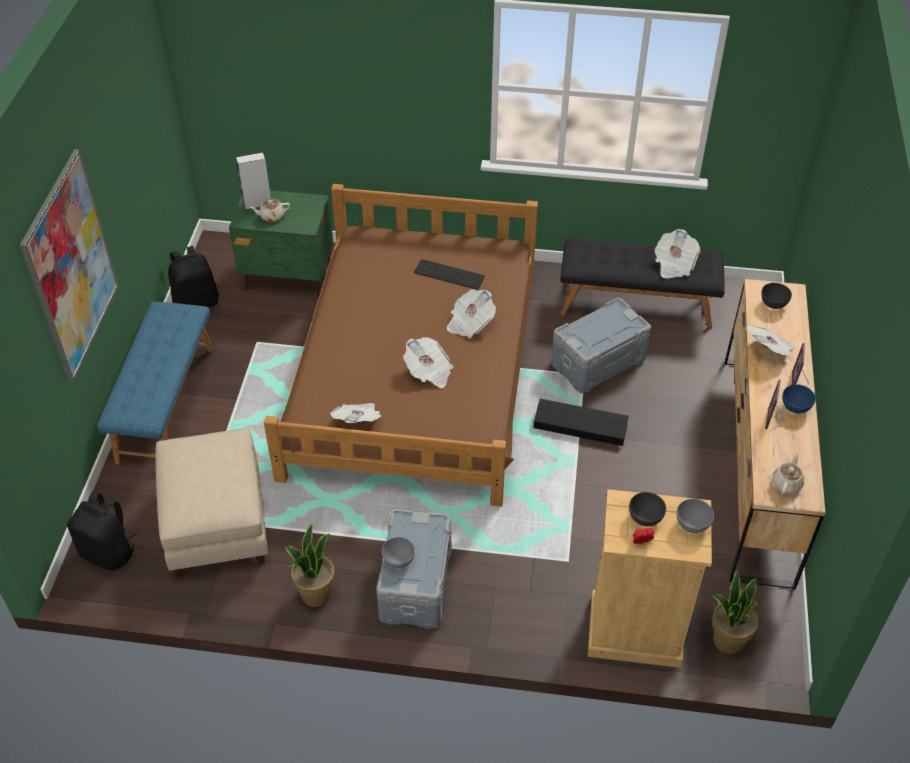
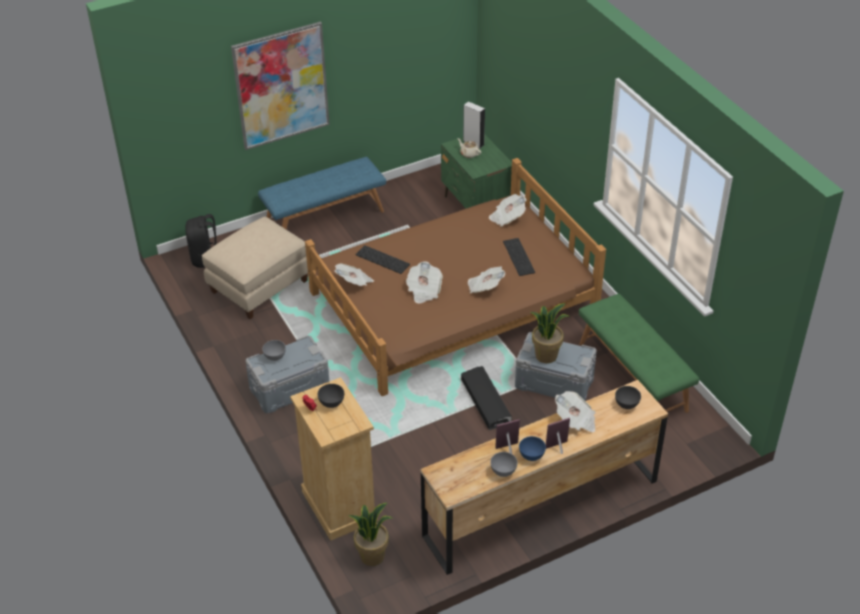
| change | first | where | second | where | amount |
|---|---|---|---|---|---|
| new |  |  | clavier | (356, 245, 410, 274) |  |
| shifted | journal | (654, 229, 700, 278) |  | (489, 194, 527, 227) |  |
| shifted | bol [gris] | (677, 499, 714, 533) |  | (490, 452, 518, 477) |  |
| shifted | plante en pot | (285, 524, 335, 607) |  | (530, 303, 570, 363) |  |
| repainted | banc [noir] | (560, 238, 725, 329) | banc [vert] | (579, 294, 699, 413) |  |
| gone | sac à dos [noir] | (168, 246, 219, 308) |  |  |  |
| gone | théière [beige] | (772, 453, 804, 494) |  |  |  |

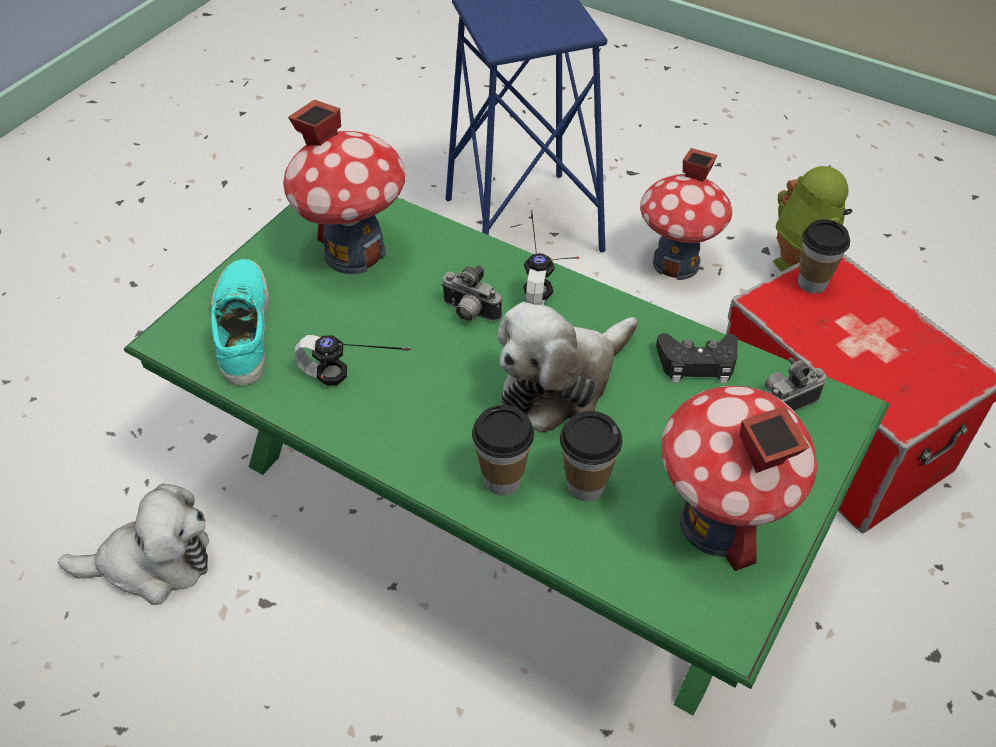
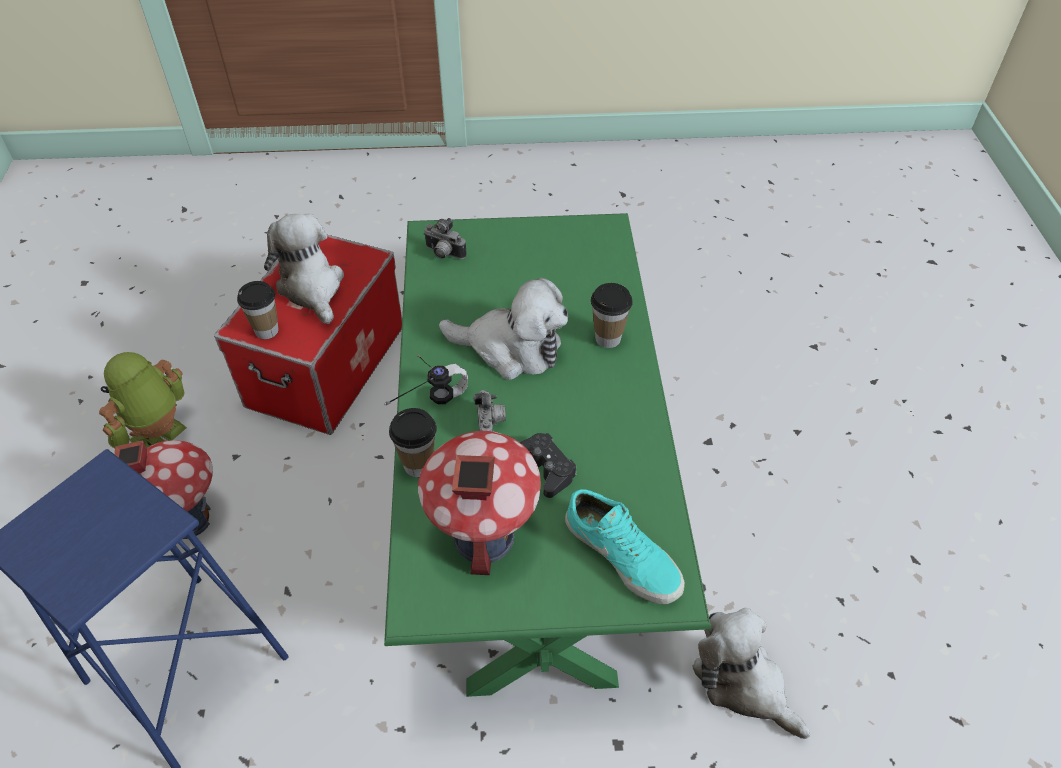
| change | first | where | second | where | amount |
|---|---|---|---|---|---|
| new |  |  | peluche | (264, 214, 344, 324) |  |
| shifted | tasse | (560, 411, 623, 502) |  | (389, 408, 437, 477) |  |
| shifted | manette [noir] | (656, 333, 738, 383) |  | (520, 433, 577, 498) |  |
| rotated | chaussure [turquoise] | (211, 259, 269, 386) |  | (565, 489, 685, 604) | 90 degrees counterclockwise |
| gone | casque audio | (295, 335, 411, 386) |  |  |  |
| gone | maison miniature | (661, 386, 817, 571) |  |  |  |

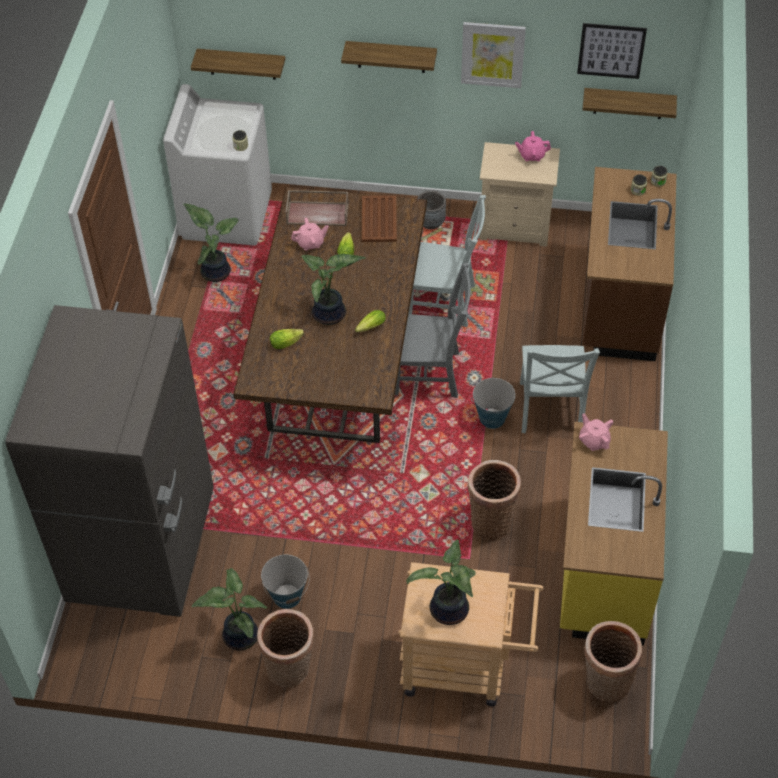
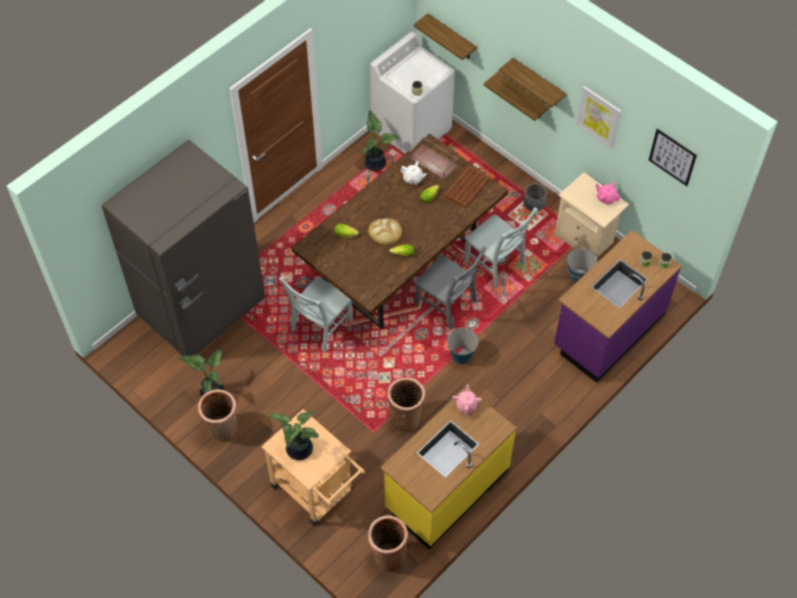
| change | first | where | second | where | amount |
|---|---|---|---|---|---|
| shifted | chaise [gris] | (520, 345, 600, 433) |  | (279, 276, 353, 353) |  |
| swapped | plante en pot | (301, 254, 366, 325) | pain | (368, 218, 402, 245) |  |
| repainted | théière [rose] | (291, 218, 329, 250) | théière [blanc] | (400, 161, 427, 185) |  |
| shifted | étagère | (583, 88, 677, 119) |  | (484, 72, 549, 121) |  |
| repainted | comptoir de cuisine [marron] | (583, 167, 676, 361) | comptoir de cuisine [violet] | (554, 230, 682, 383) |  |
| shifted | seau | (261, 555, 309, 609) |  | (566, 248, 598, 283) |  |

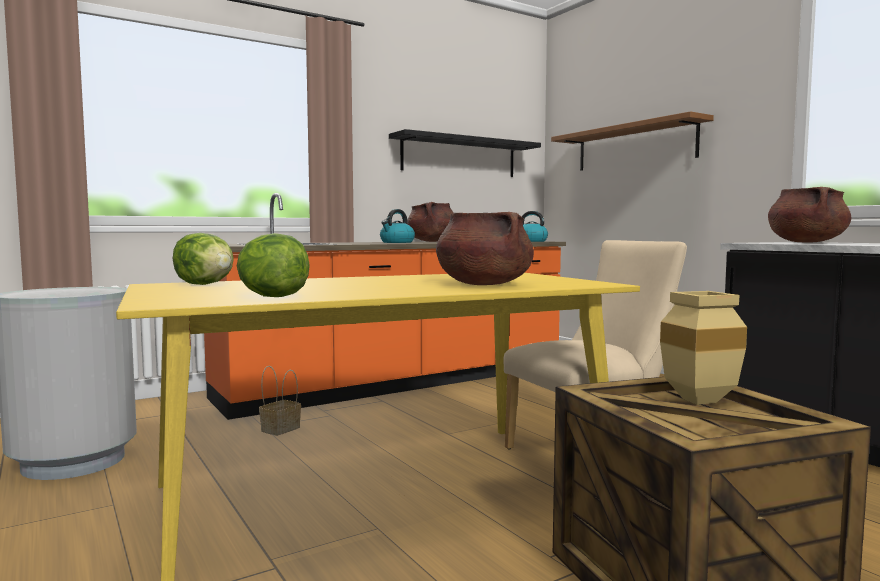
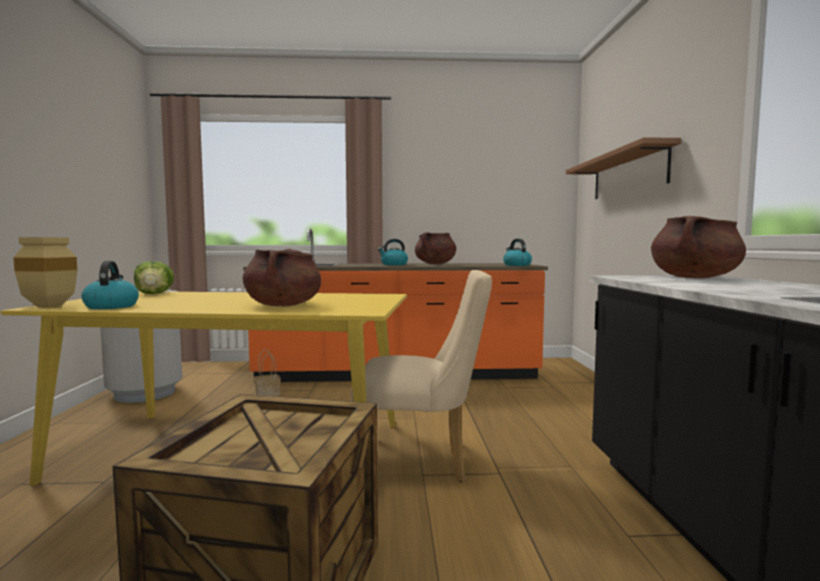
| change | first | where | second | where | amount |
|---|---|---|---|---|---|
| shifted | vase [beige] | (660, 291, 747, 405) |  | (13, 237, 77, 308) |  |
| swapped | laitue | (237, 233, 310, 297) | bouilloire | (81, 261, 139, 309) |  |
| gone | étagère [noir] | (389, 129, 541, 177) |  |  |  |

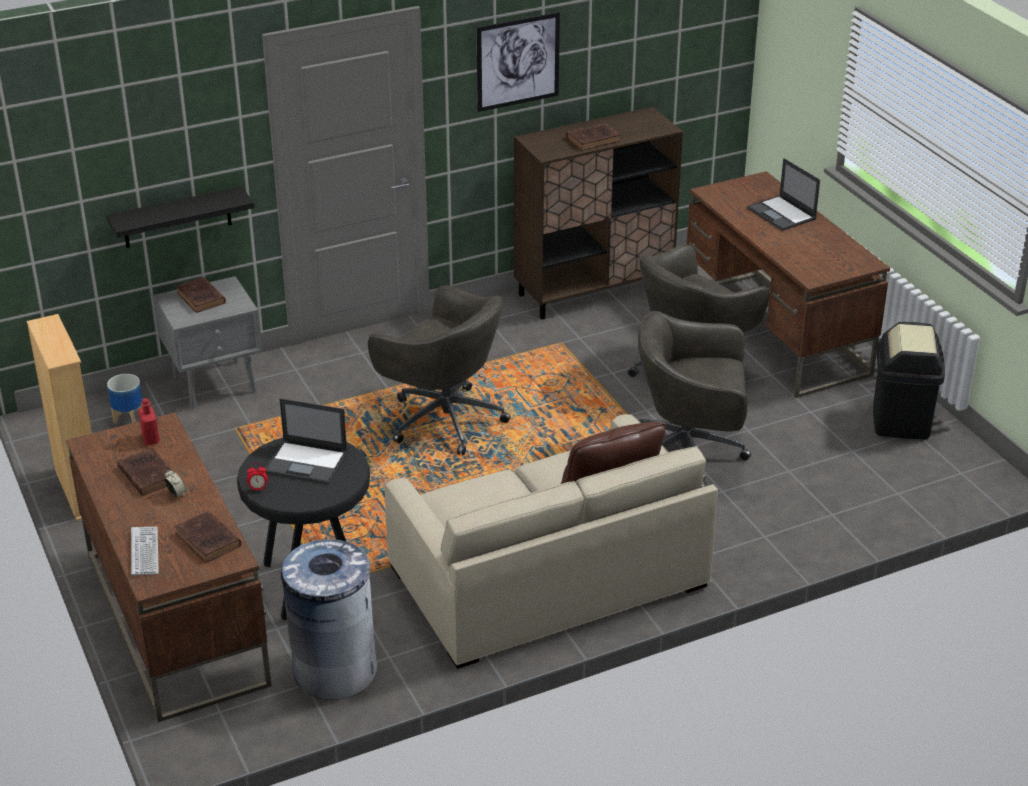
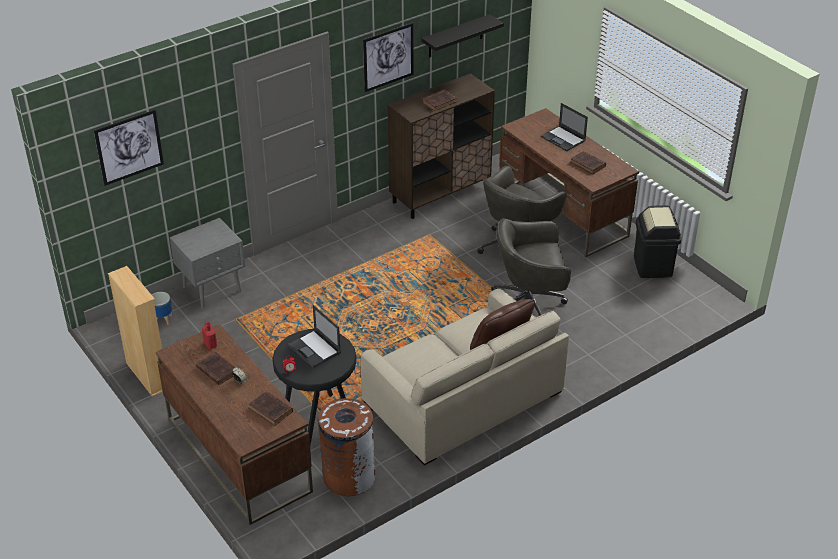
| change | first | where | second | where | amount |
|---|---|---|---|---|---|
| new |  |  | tableau | (94, 110, 164, 186) |  |
| rotated | ordinateur portable | (265, 398, 348, 484) |  | (288, 305, 341, 368) | 45 degrees clockwise |
| repainted | poubelle [gris] | (281, 539, 377, 700) | poubelle [marron] | (318, 397, 376, 496) |  |
| shifted | étagère [noir] | (106, 186, 254, 248) |  | (422, 14, 504, 58) |  |
| shifted | livre [marron] | (176, 277, 226, 313) |  | (570, 151, 606, 175) |  |
| gone | clavier | (131, 527, 159, 576) |  |  |  |
| gone | chaise de bureau [gris] | (368, 285, 510, 455) |  |  |  |

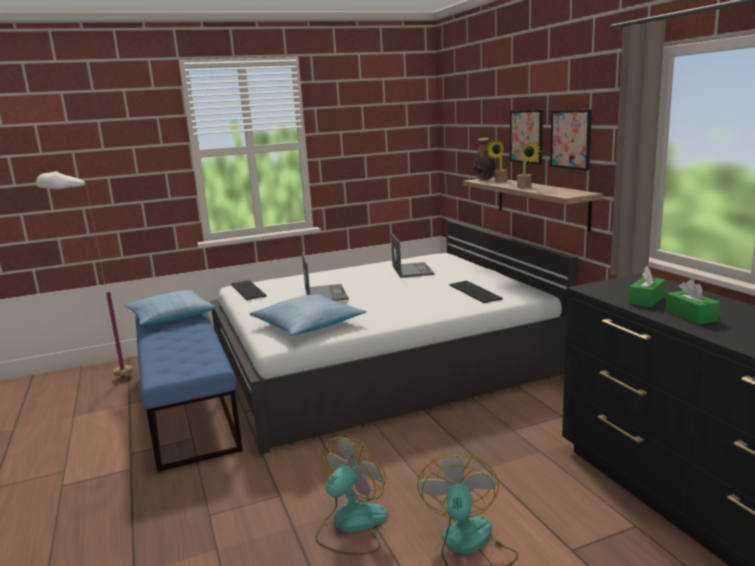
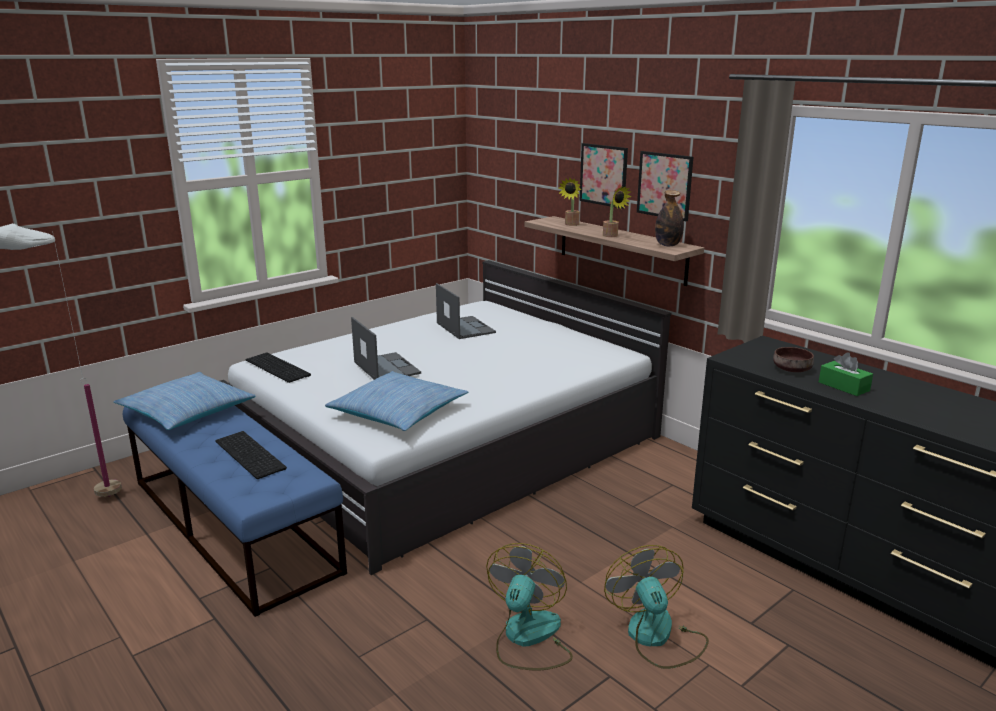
| change | first | where | second | where | amount |
|---|---|---|---|---|---|
| shifted | clavier | (449, 281, 503, 303) |  | (215, 431, 287, 479) |  |
| shifted | bouteille | (474, 138, 495, 180) |  | (655, 190, 684, 246) |  |
| swapped | boîte à mouchoirs [vert] | (628, 266, 666, 307) | bol [marron] | (773, 347, 814, 372) |  |

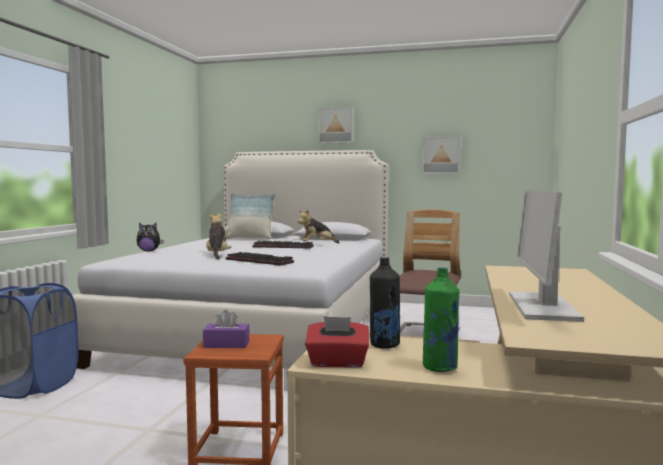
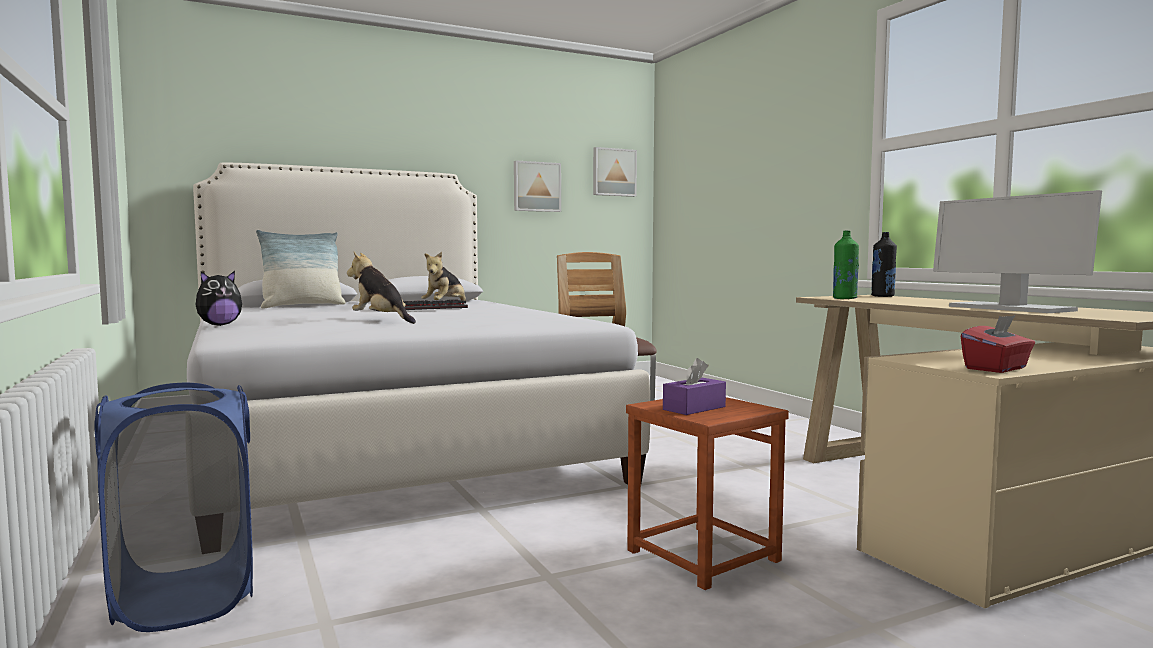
| change | first | where | second | where | amount |
|---|---|---|---|---|---|
| shifted | tableau | (318, 106, 354, 144) |  | (593, 147, 637, 197) |  |
| shifted | bouteille [vert] | (423, 268, 460, 372) |  | (833, 231, 859, 299) |  |
| shifted | bouteille [noir] | (370, 257, 400, 349) |  | (871, 232, 897, 297) |  |
| gone | clavier | (226, 252, 294, 266) |  |  |  |

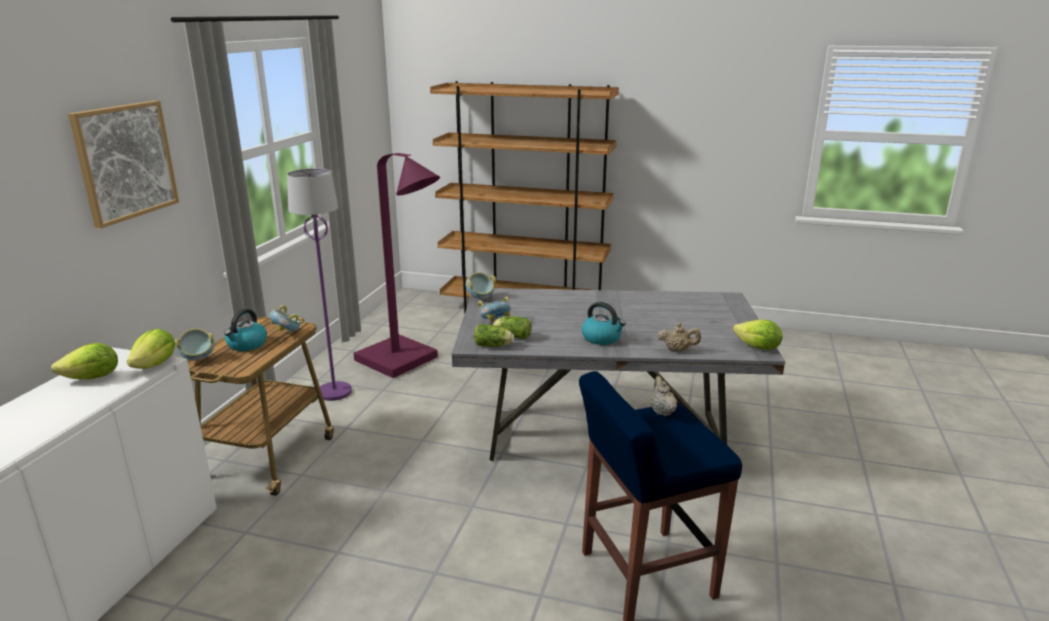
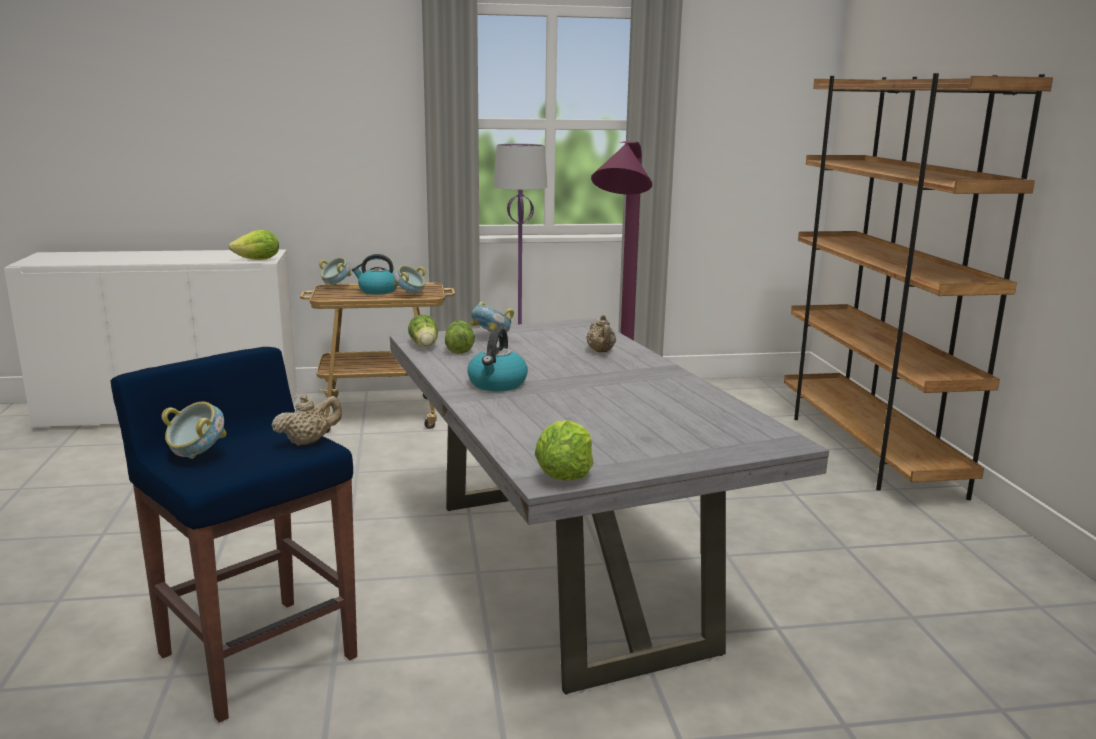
| change | first | where | second | where | amount |
|---|---|---|---|---|---|
| shifted | bol | (466, 272, 496, 300) |  | (162, 402, 227, 459) |  |
| shifted | théière [beige] | (657, 323, 701, 352) |  | (586, 315, 616, 352) |  |
| gone | laitue | (51, 343, 118, 380) |  |  |  |
| gone | tableau | (68, 101, 179, 228) |  |  |  |

